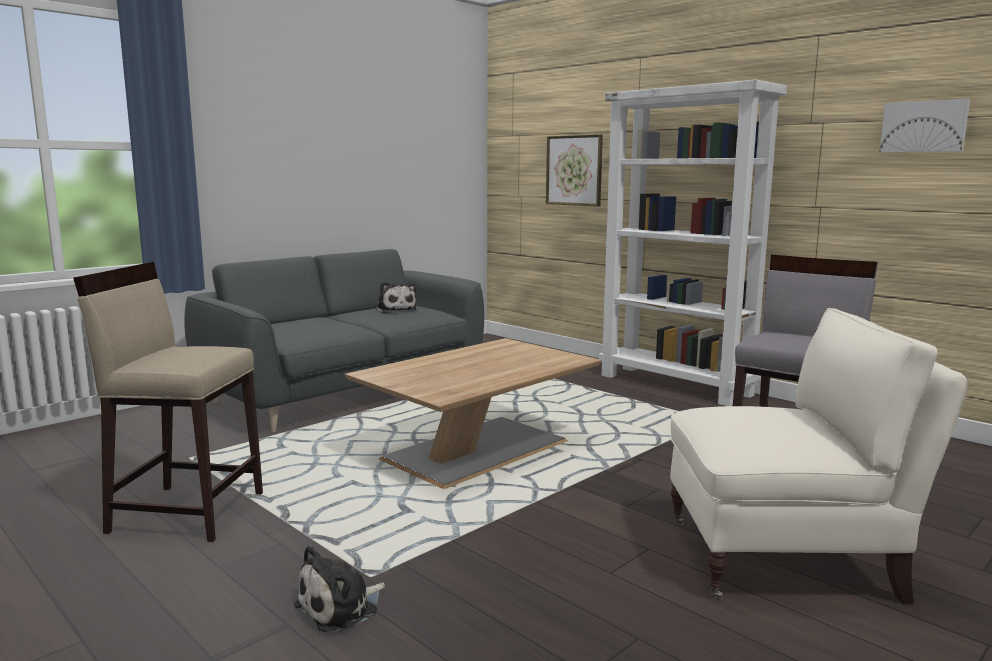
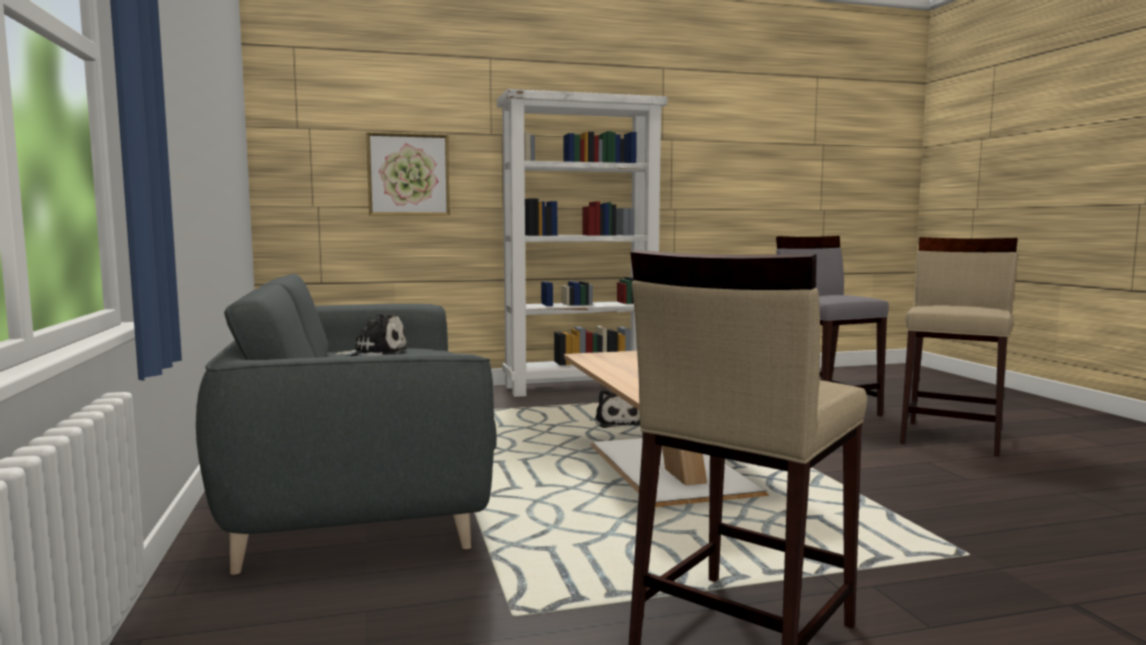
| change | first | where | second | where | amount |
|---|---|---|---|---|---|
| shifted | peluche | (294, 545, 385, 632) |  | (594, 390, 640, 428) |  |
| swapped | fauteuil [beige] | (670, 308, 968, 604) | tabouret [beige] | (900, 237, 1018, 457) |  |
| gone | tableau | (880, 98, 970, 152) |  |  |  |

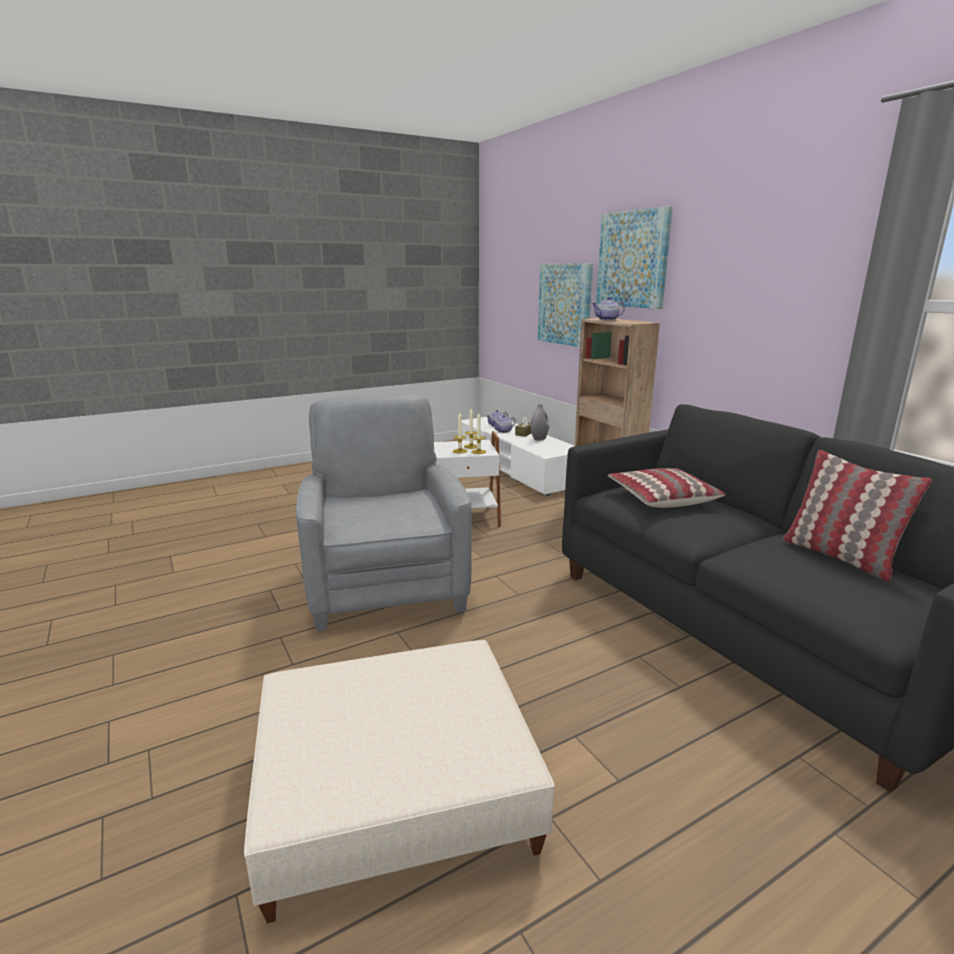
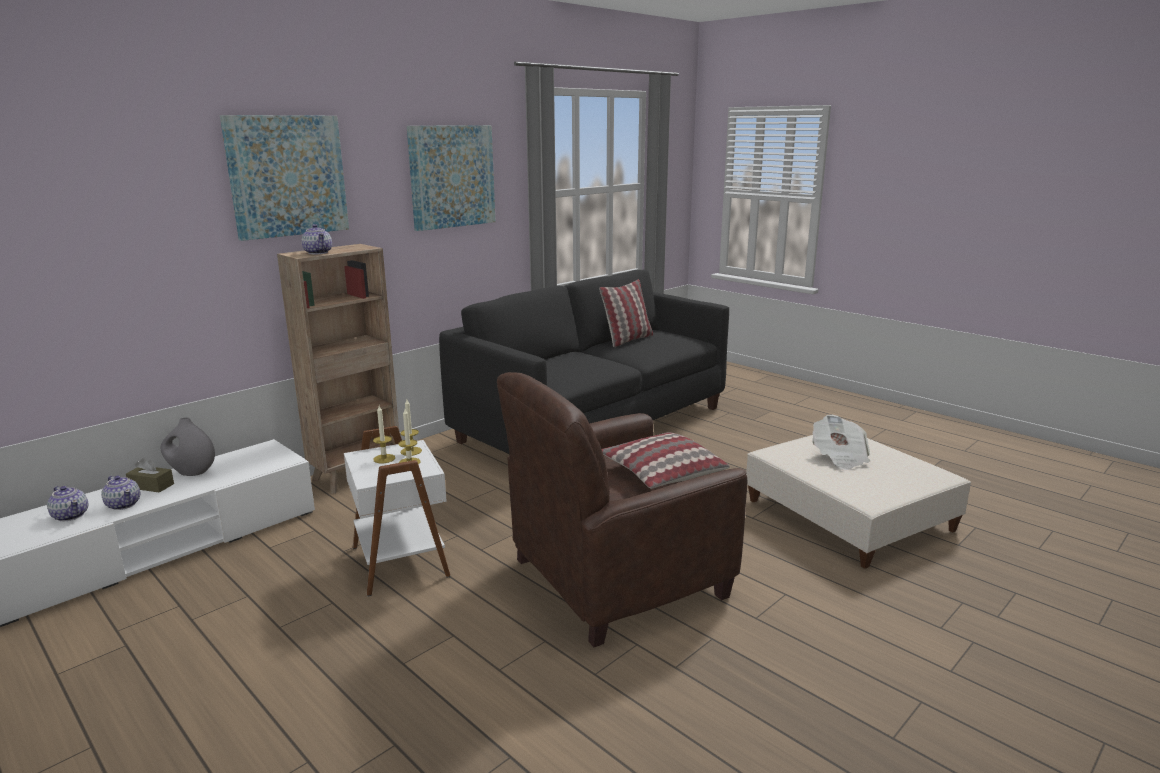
| change | first | where | second | where | amount |
|---|---|---|---|---|---|
| shifted | tableau | (538, 263, 593, 347) |  | (407, 125, 496, 231) |  |
| repainted | fauteuil [gris] | (296, 393, 472, 631) | fauteuil [marron] | (497, 372, 747, 647) |  |
| shifted | coussin | (608, 468, 726, 508) |  | (602, 432, 730, 489) |  |
| new |  |  | journal | (812, 415, 870, 470) |  |

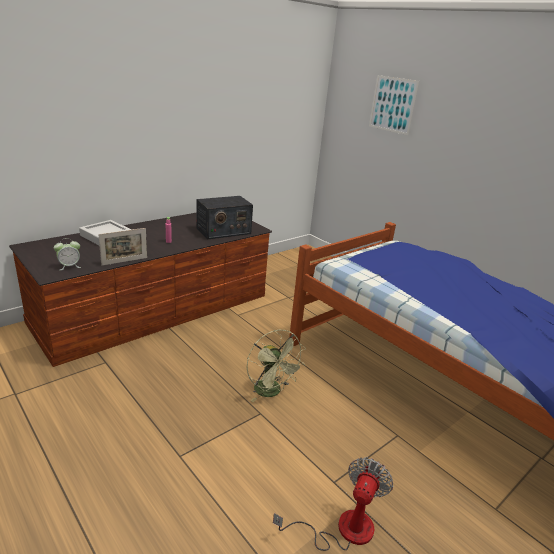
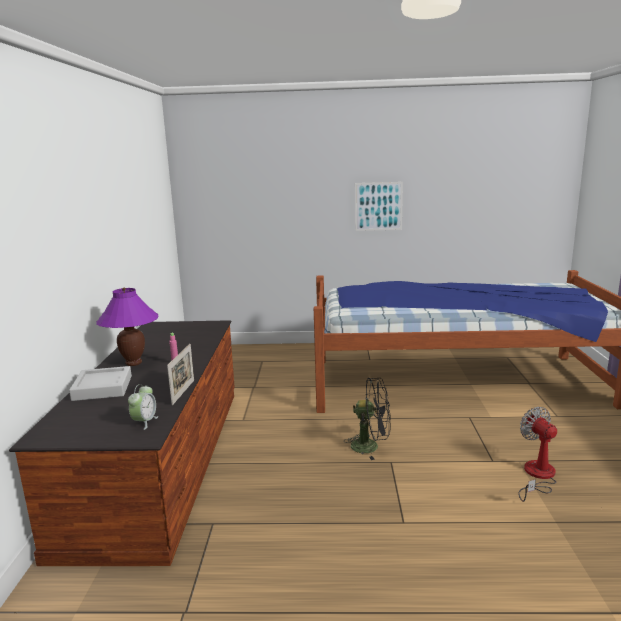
| change | first | where | second | where | amount |
|---|---|---|---|---|---|
| new |  |  | lampe de table [violet] | (96, 288, 159, 366) |  |
| repainted | ventilateur [vert] | (246, 330, 306, 402) | ventilateur [noir] | (345, 378, 391, 460) |  |
| shifted | tableau | (369, 75, 420, 135) |  | (355, 182, 403, 231) |  |
| gone | radio | (196, 196, 253, 239) |  |  |  |

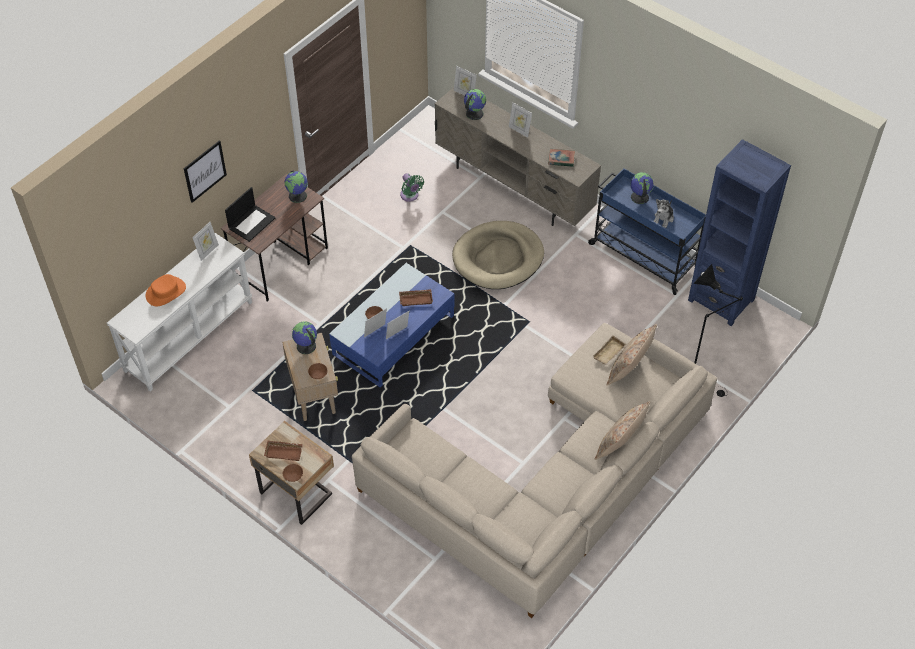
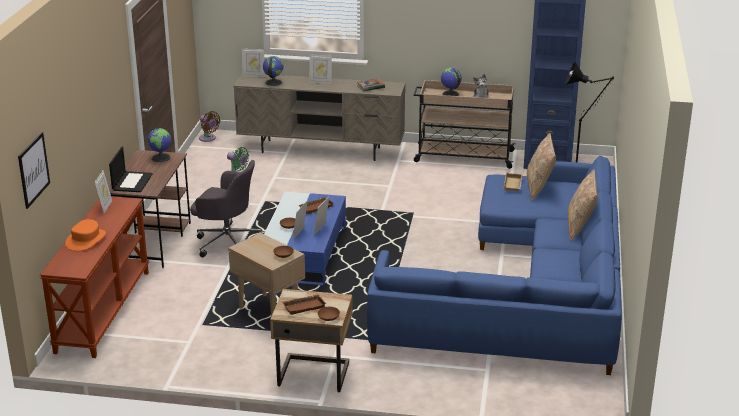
| change | first | where | second | where | amount |
|---|---|---|---|---|---|
| shifted | tableau | (184, 140, 227, 203) |  | (18, 132, 50, 209) |  |
| repainted | table console [blanc] | (107, 233, 252, 392) | table console [marron] | (40, 196, 149, 358) |  |
| new |  |  | chaise de bureau [gris] | (190, 160, 265, 258) |  |
| new |  |  | ventilateur [marron] | (199, 111, 220, 142) |  |
| repainted | canapé [beige] | (352, 323, 718, 618) | canapé [bleu] | (367, 156, 622, 375) |  |
| repainted | chariot [bleu] | (588, 168, 706, 295) | chariot [beige] | (414, 80, 516, 169) |  |
| gone | globe | (292, 321, 317, 354) |  |  |  |
| gone | panier pour chien [beige] | (452, 221, 544, 289) |  |  |  |

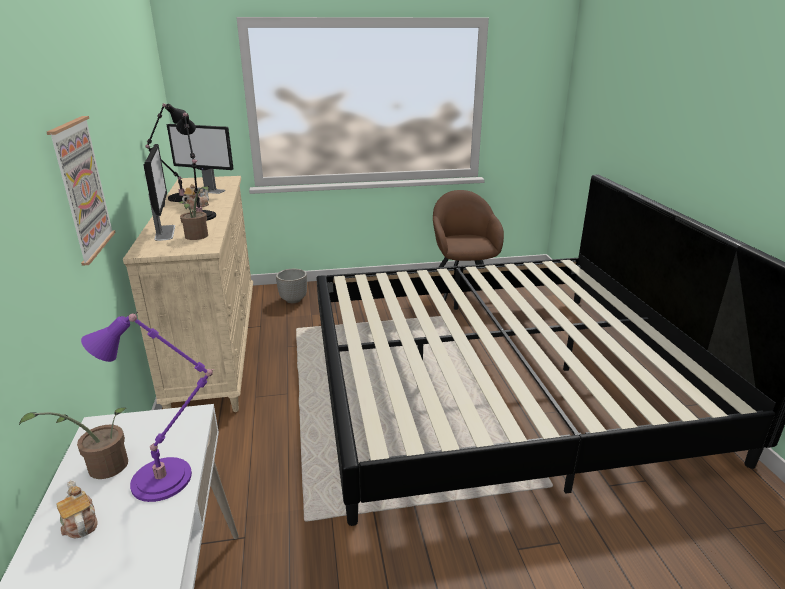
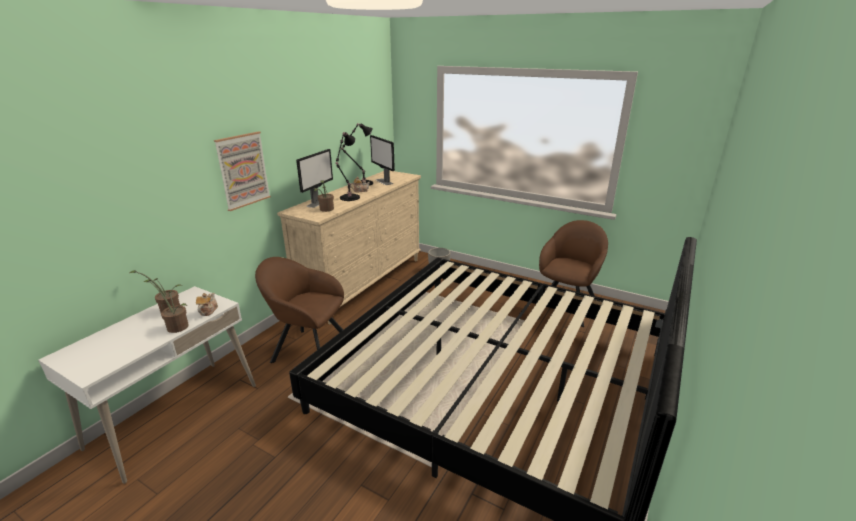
| change | first | where | second | where | amount |
|---|---|---|---|---|---|
| swapped | lampe de table [violet] | (81, 312, 214, 502) | plante en pot | (143, 279, 189, 333) |  |
| shifted | théière | (56, 480, 98, 539) |  | (196, 293, 218, 316) |  |
| new |  |  | fauteuil [marron] | (255, 257, 344, 363) |  |

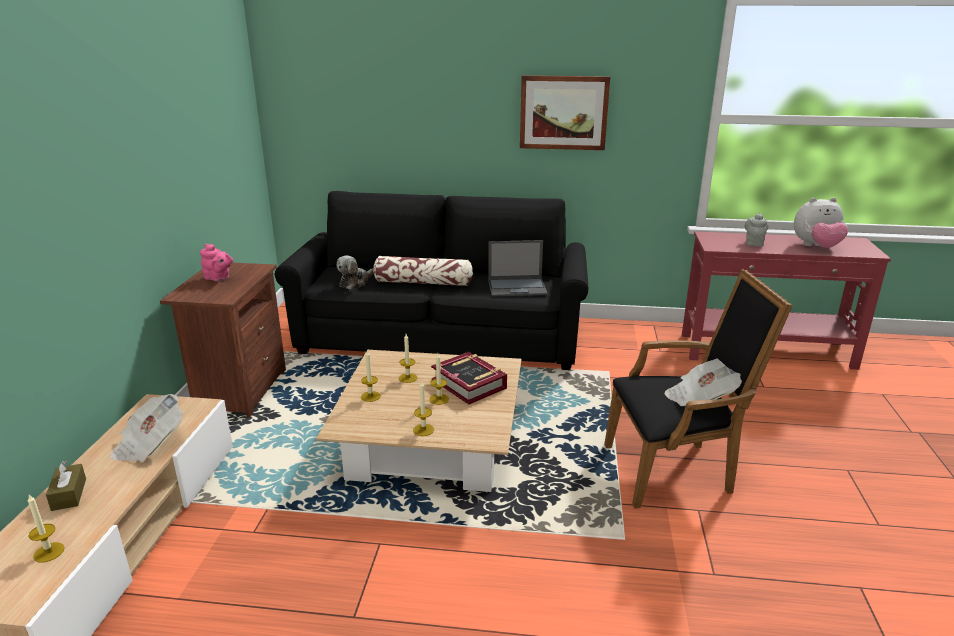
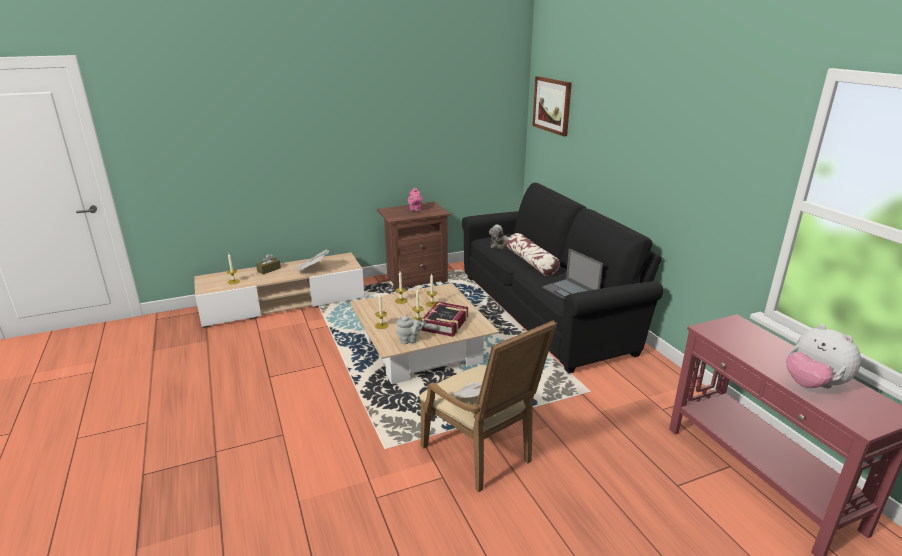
| change | first | where | second | where | amount |
|---|---|---|---|---|---|
| shifted | théière [gris] | (745, 213, 768, 247) |  | (396, 316, 426, 344) |  |
| repainted | fauteuil [noir] | (604, 269, 793, 508) | fauteuil [beige] | (419, 320, 557, 492) |  |
| shifted | tableau | (520, 75, 610, 150) |  | (532, 76, 572, 136) |  |

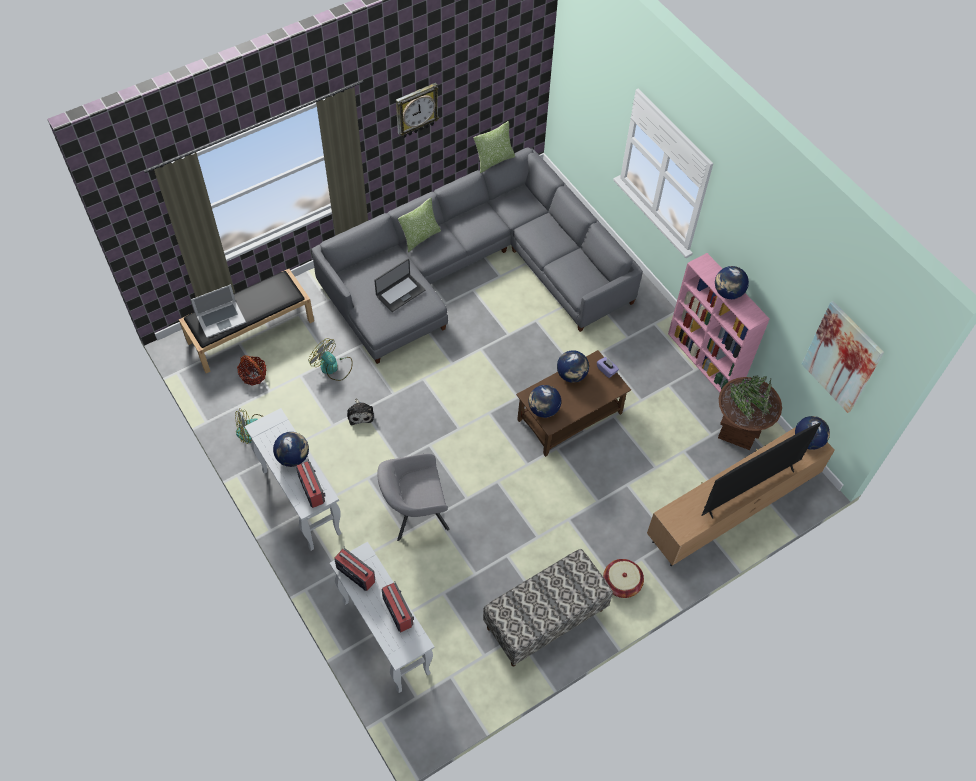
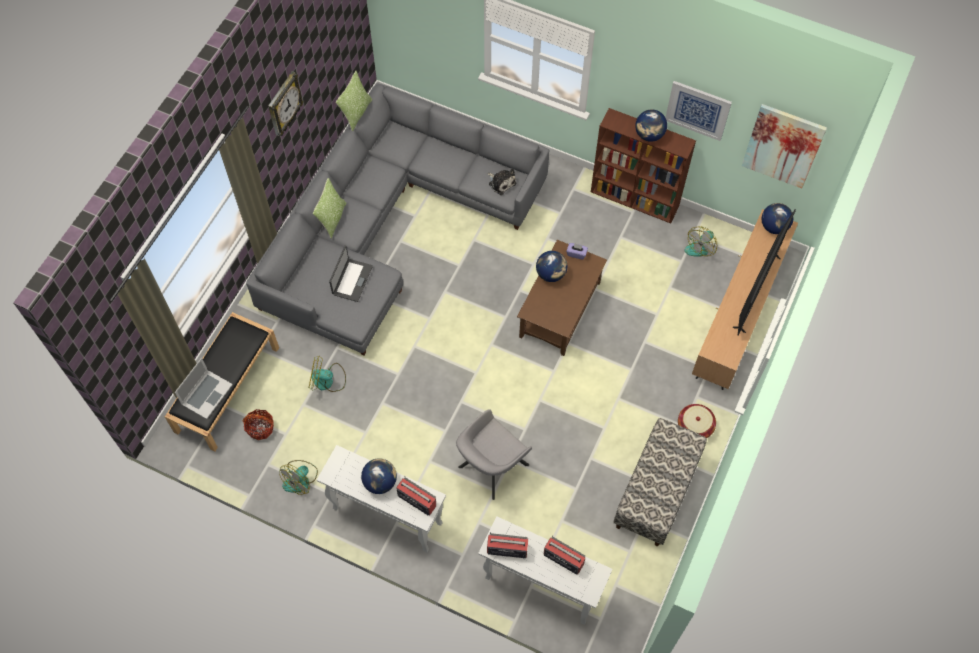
| change | first | where | second | where | amount |
|---|---|---|---|---|---|
| shifted | peluche | (347, 399, 374, 425) |  | (487, 169, 516, 195) |  |
| repainted | bibliothèque [rose] | (668, 253, 770, 393) | bibliothèque [marron] | (591, 108, 696, 223) |  |
| new |  |  | tableau | (666, 81, 732, 141) |  |
| swapped | cache-pot [marron] | (718, 376, 782, 450) | ventilateur | (685, 227, 718, 257) |  |
| gone | globe | (529, 385, 561, 418) |  |  |  |

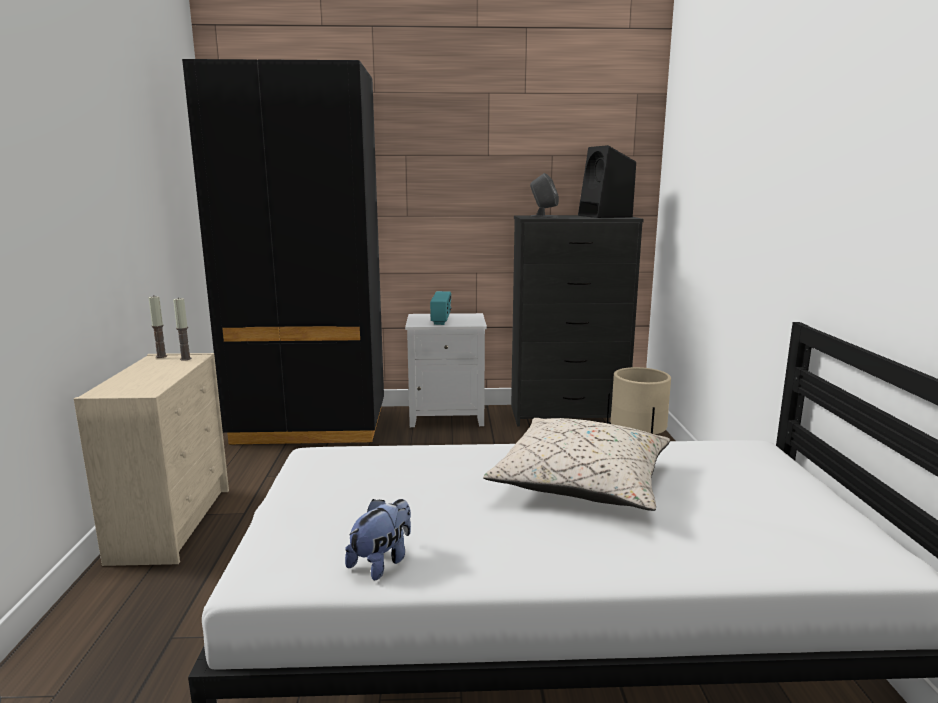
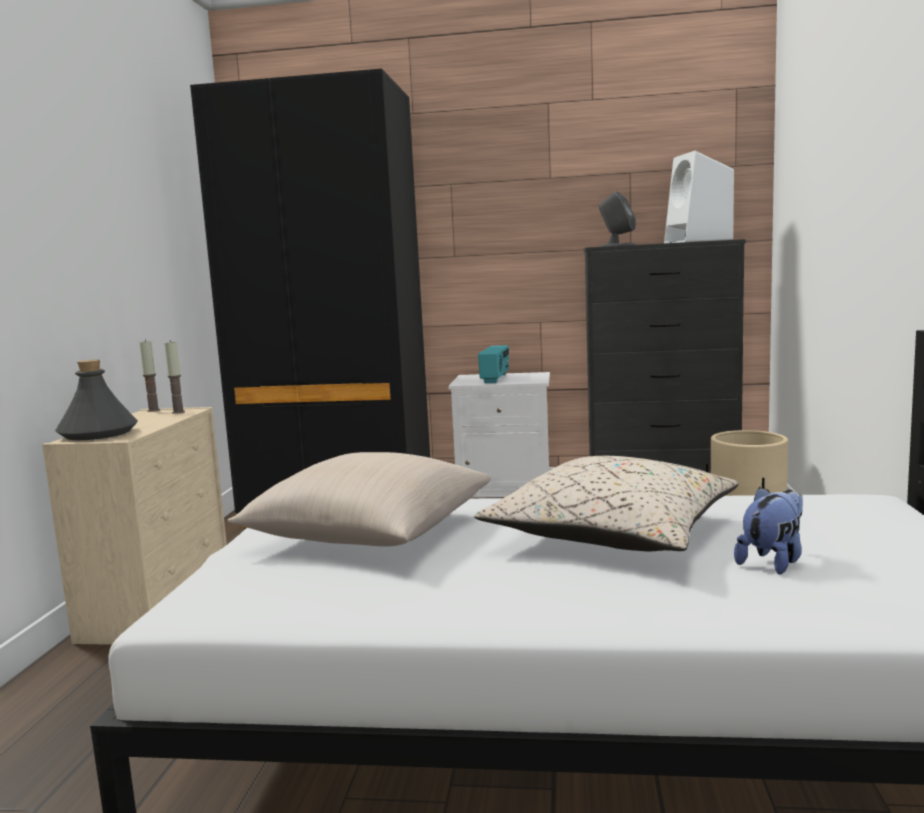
| change | first | where | second | where | amount |
|---|---|---|---|---|---|
| new |  |  | bouteille [gris] | (55, 359, 138, 440) |  |
| new |  |  | coussin [beige] | (228, 452, 491, 547) |  |
| repainted | enceinte [noir] | (578, 145, 636, 218) | enceinte [blanc] | (664, 151, 734, 243) |  |
| shifted | peluche | (345, 499, 411, 580) |  | (734, 487, 803, 574) |  |

